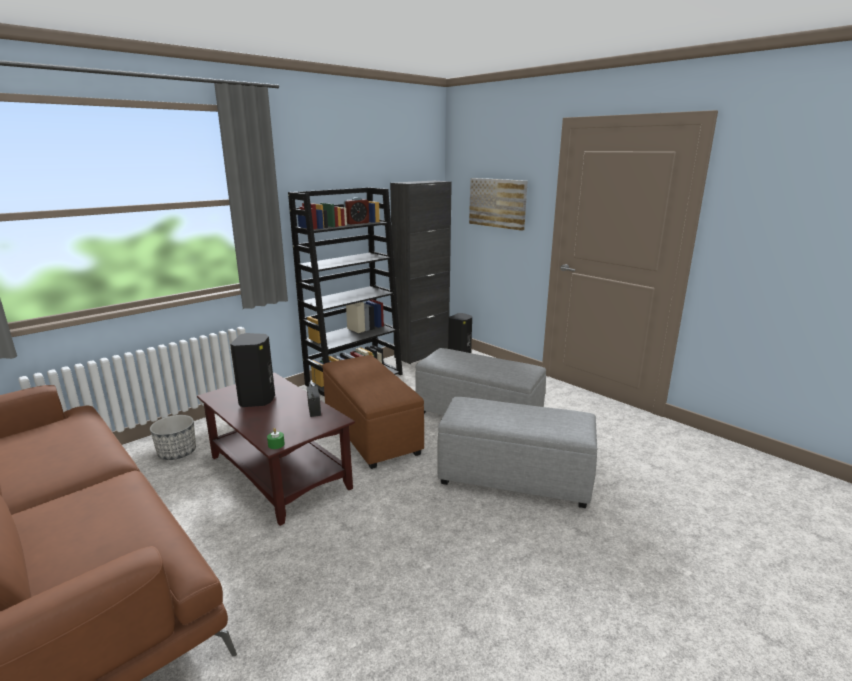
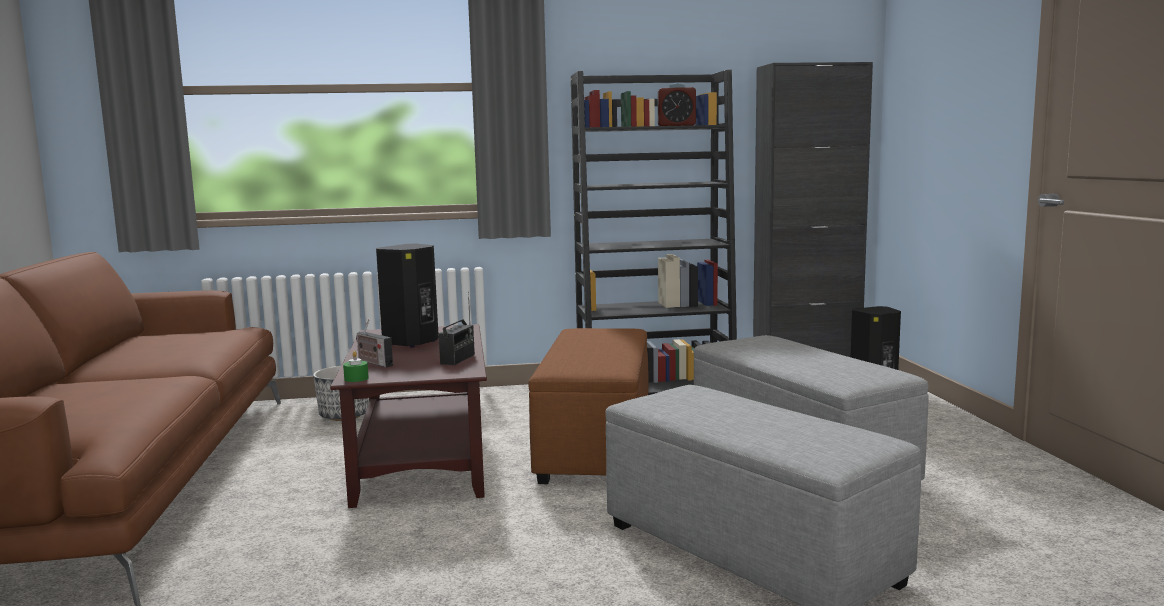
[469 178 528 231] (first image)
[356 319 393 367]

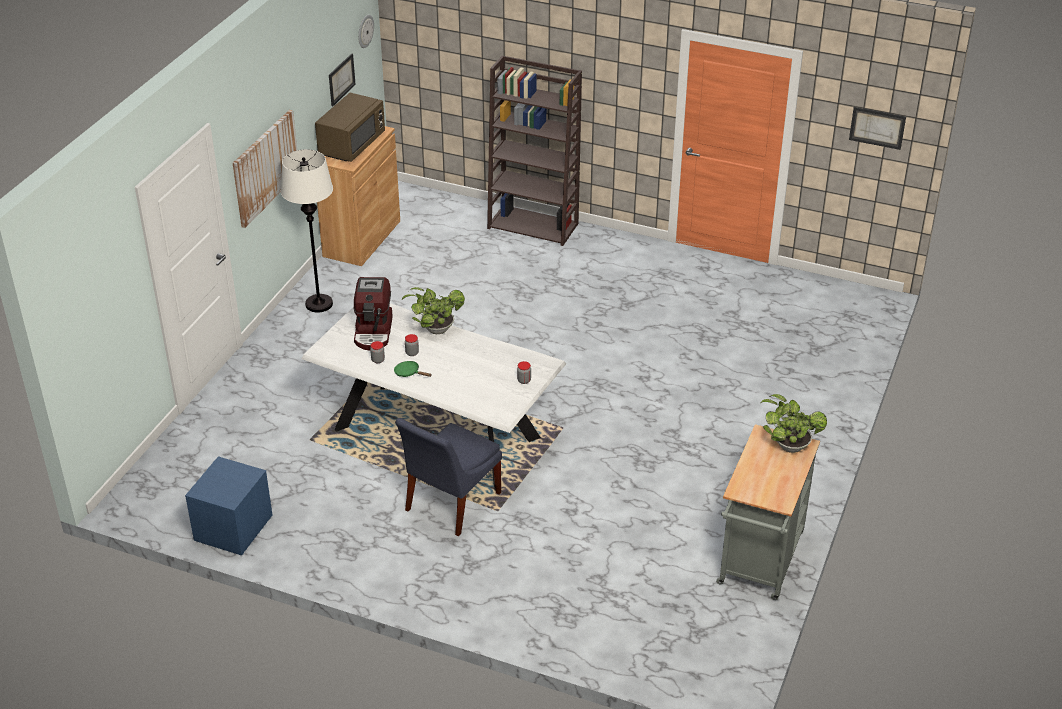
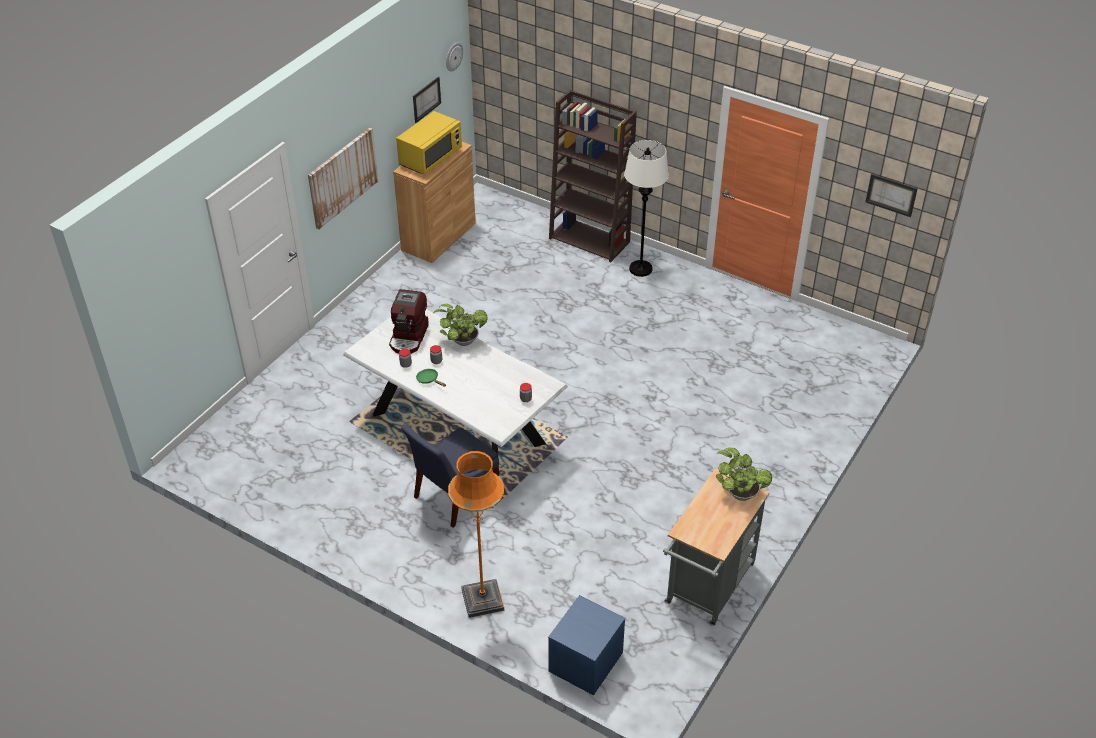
[548 595 625 695]
[624 140 669 277]
[396 111 462 175]
[448 451 504 618]

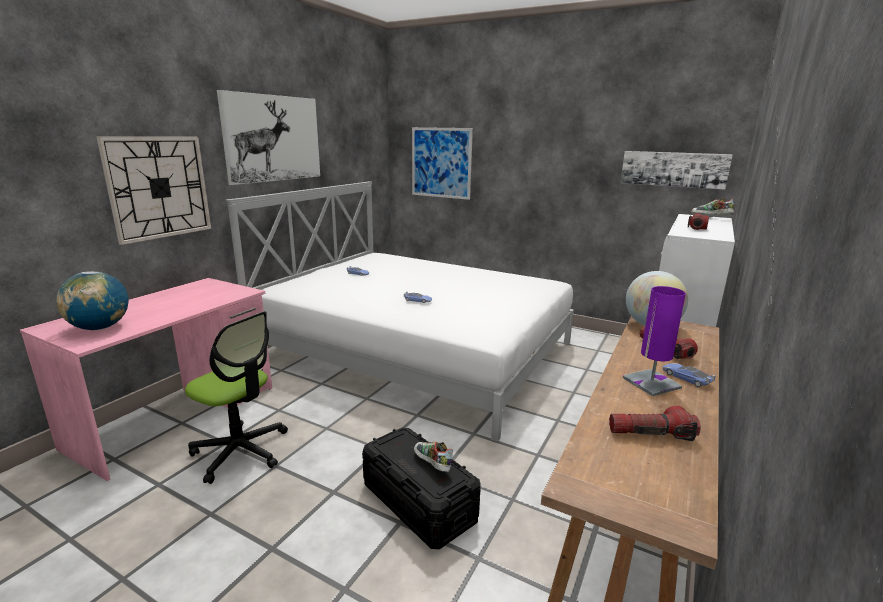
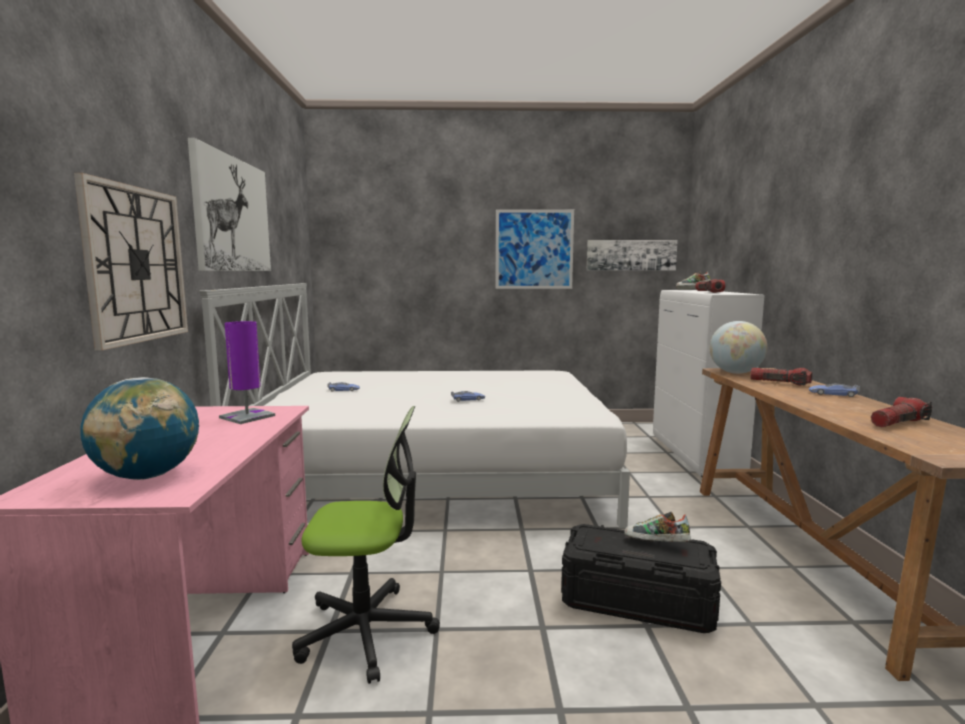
[496 209 574 289]
[219 321 275 424]

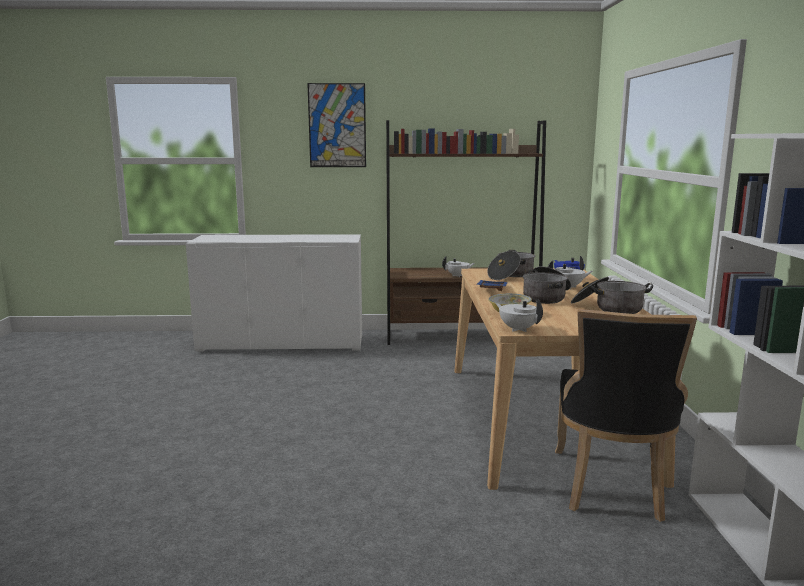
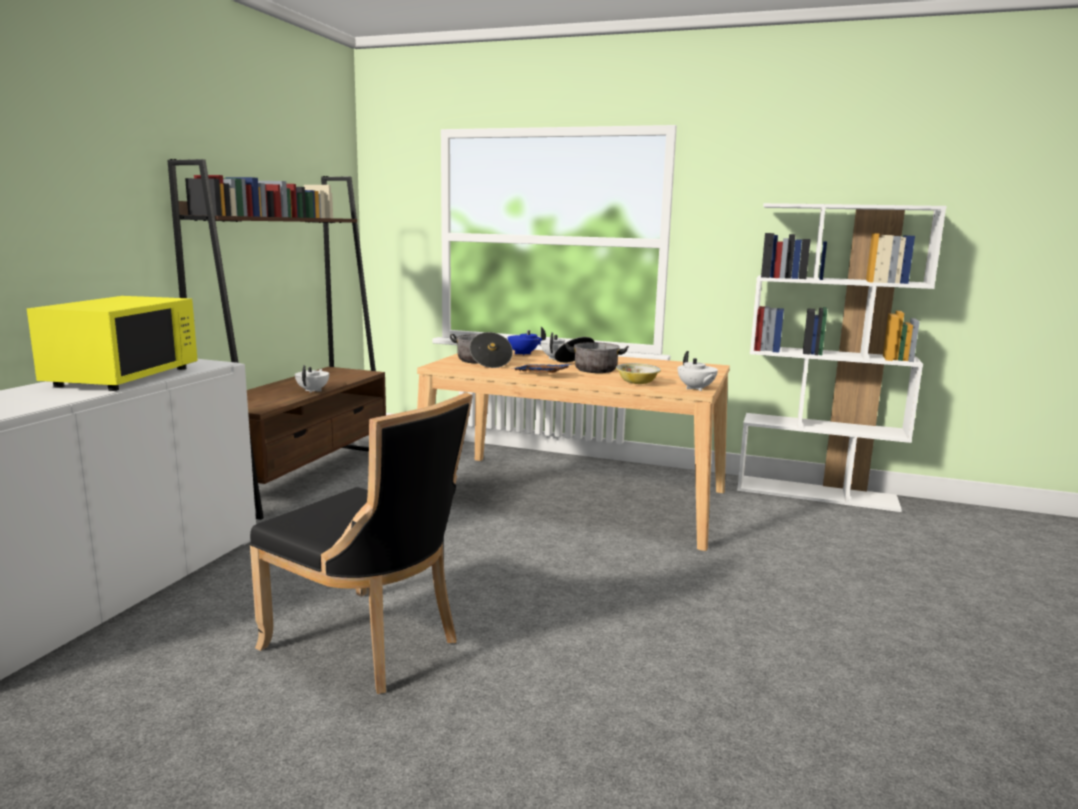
[307 83 366 167] (first image)
[678 351 718 391]
[249 392 473 694]
[571 277 653 314] (first image)
[27 296 198 391]

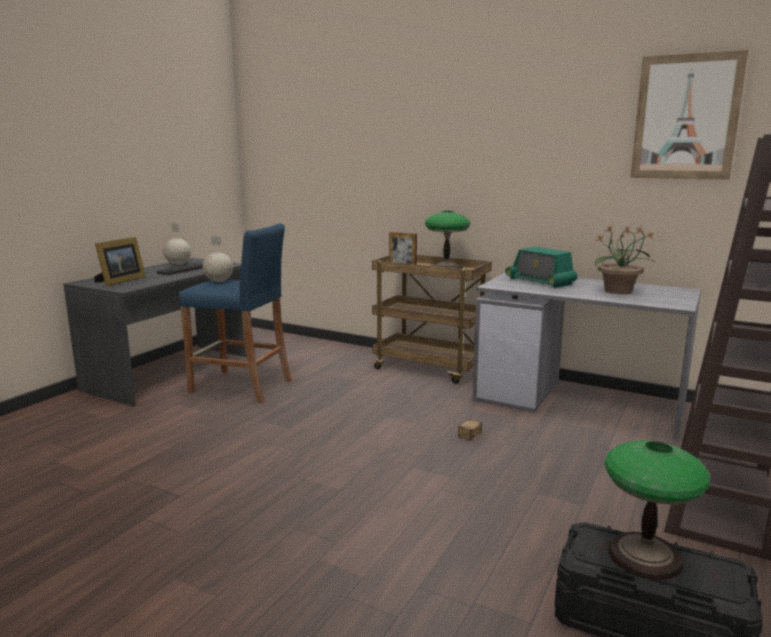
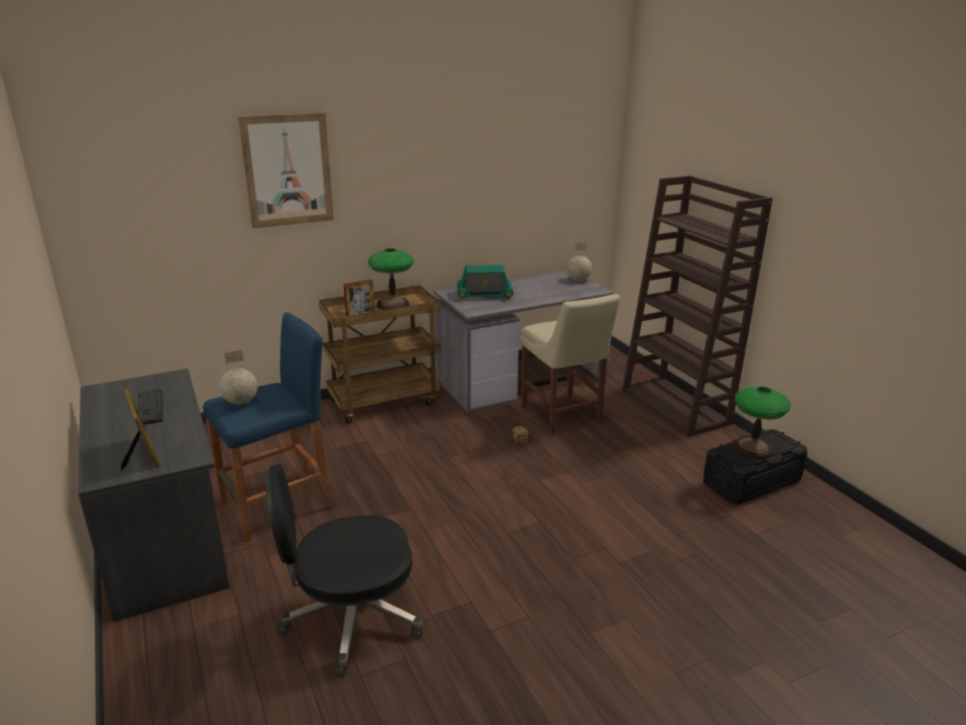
[567 242 592 281]
[595 226 655 294] (first image)
[238 113 334 228]
[265 464 422 676]
[520 294 620 434]

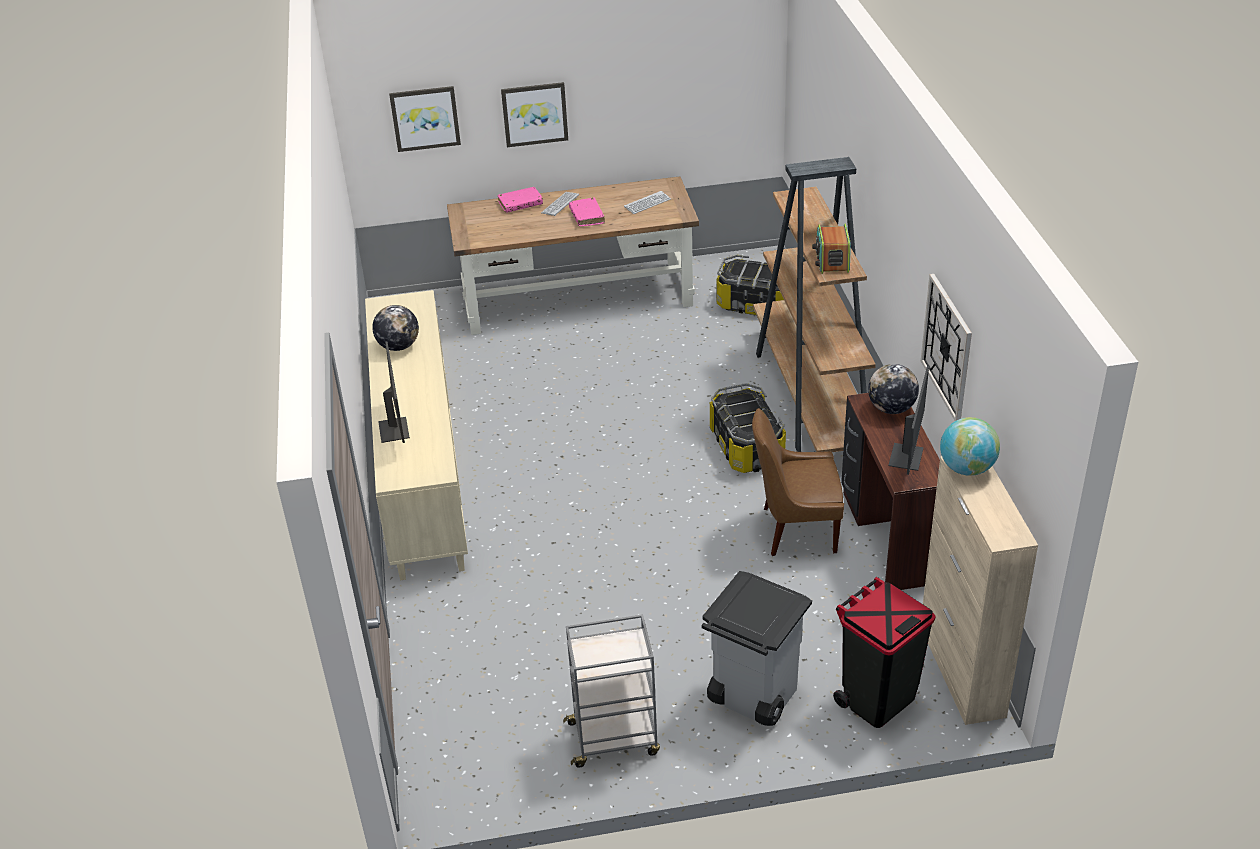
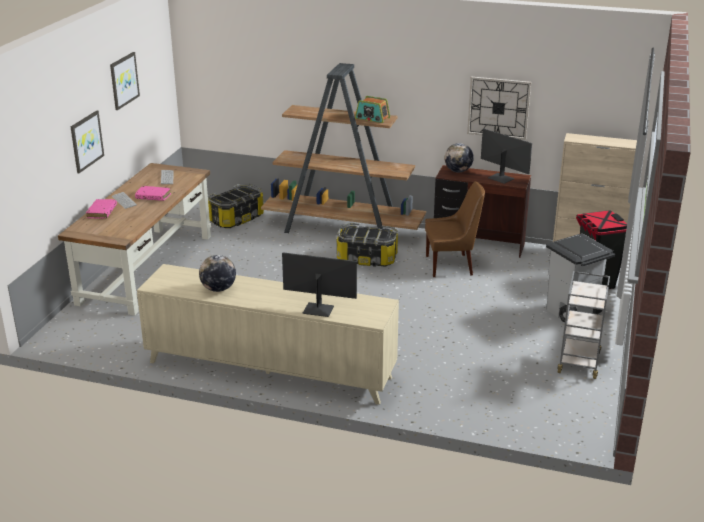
[110 52 140 110]
[425 181 485 277]
[940 417 1000 476] (first image)

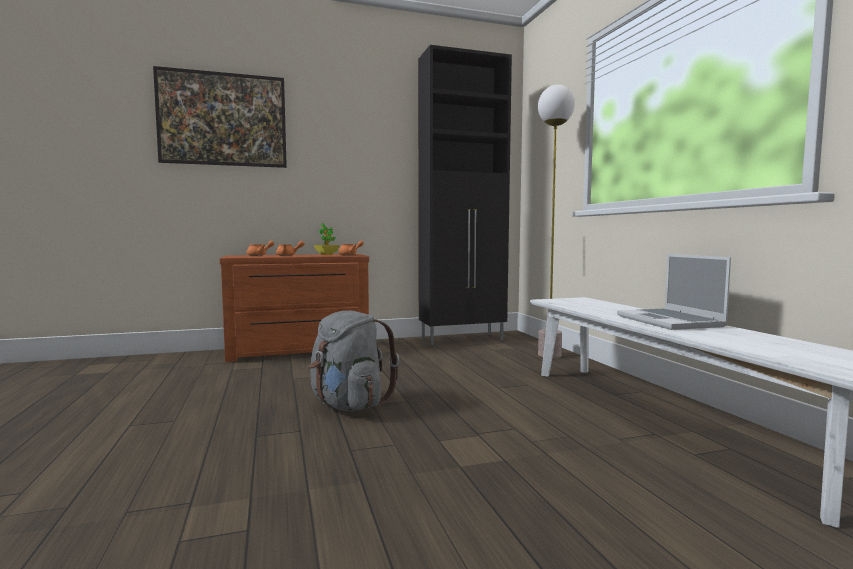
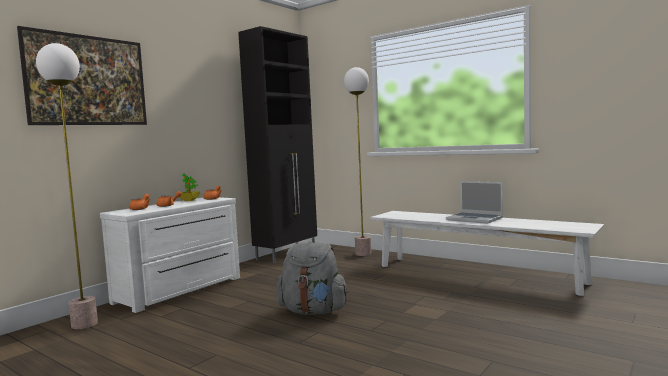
[100 197 240 313]
[36 43 98 329]

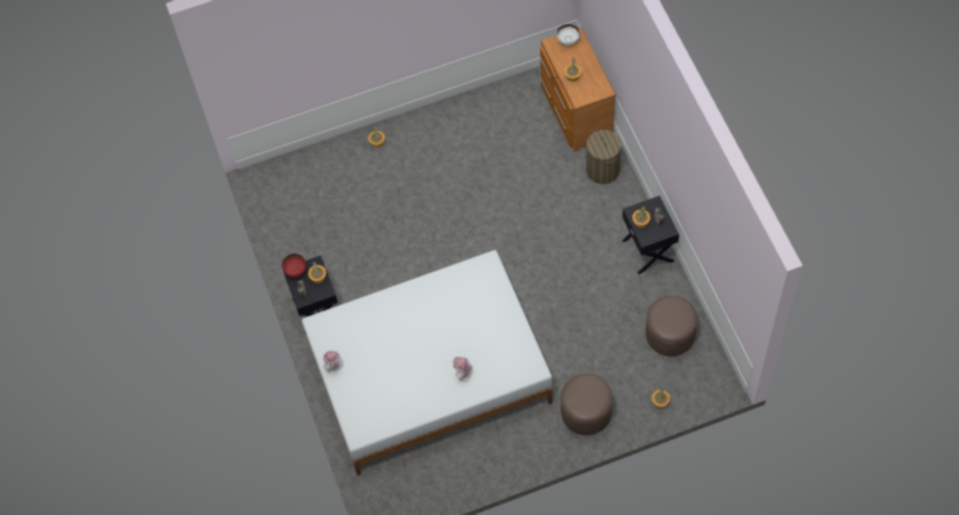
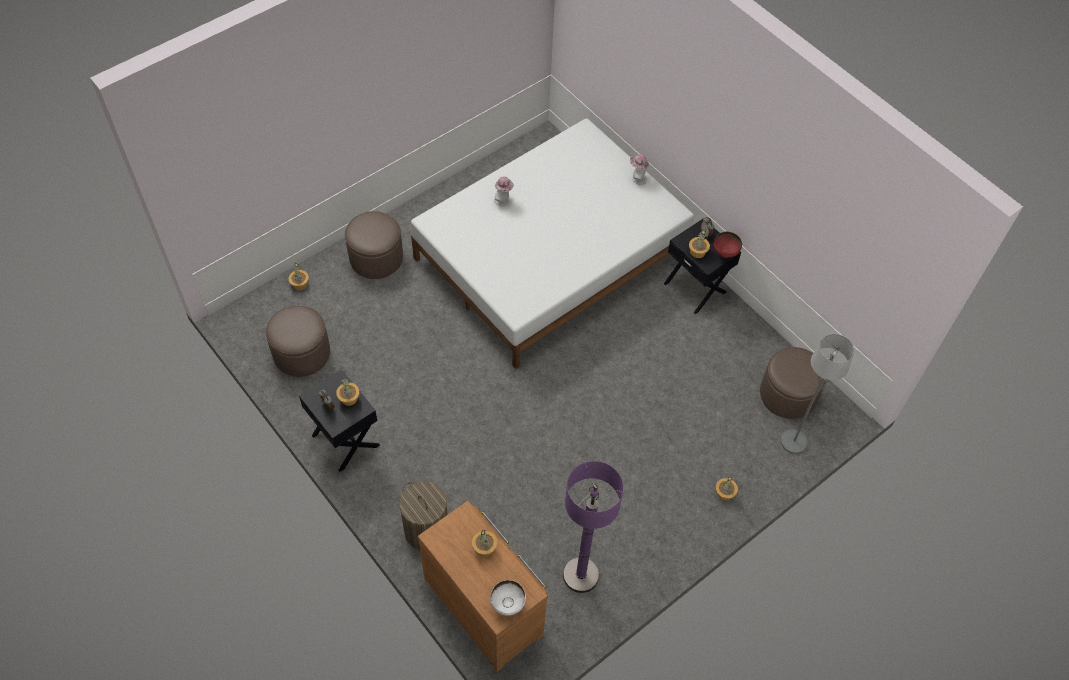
[563 461 623 593]
[760 347 827 419]
[781 334 854 454]

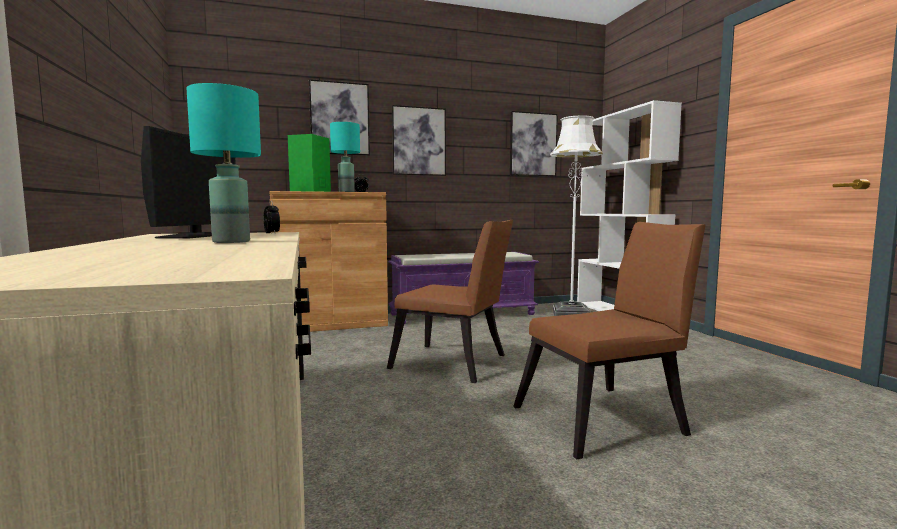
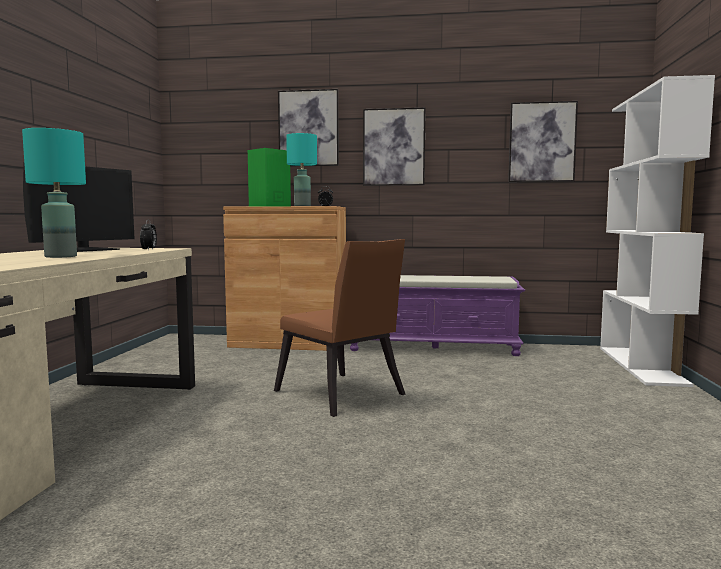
[513 222 706 459] (first image)
[550 115 603 316] (first image)

